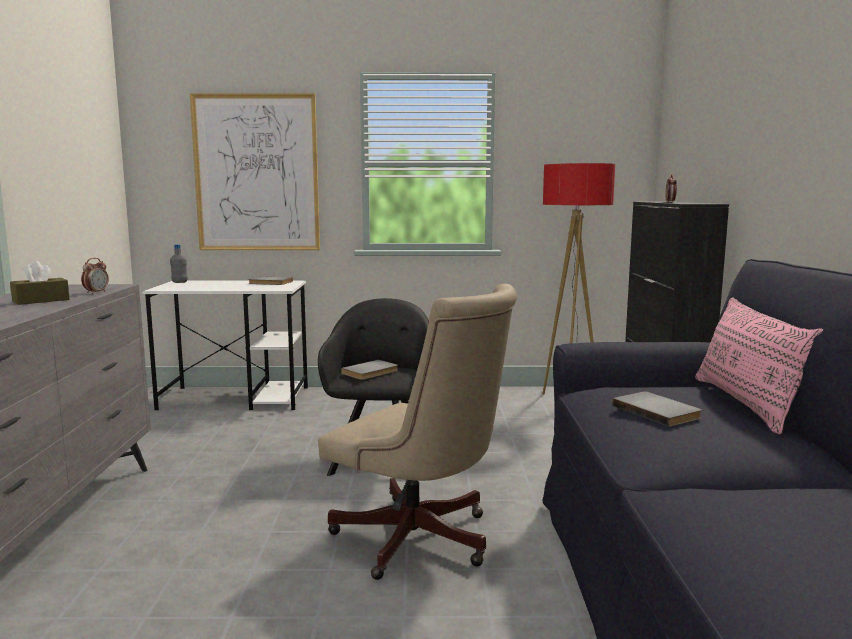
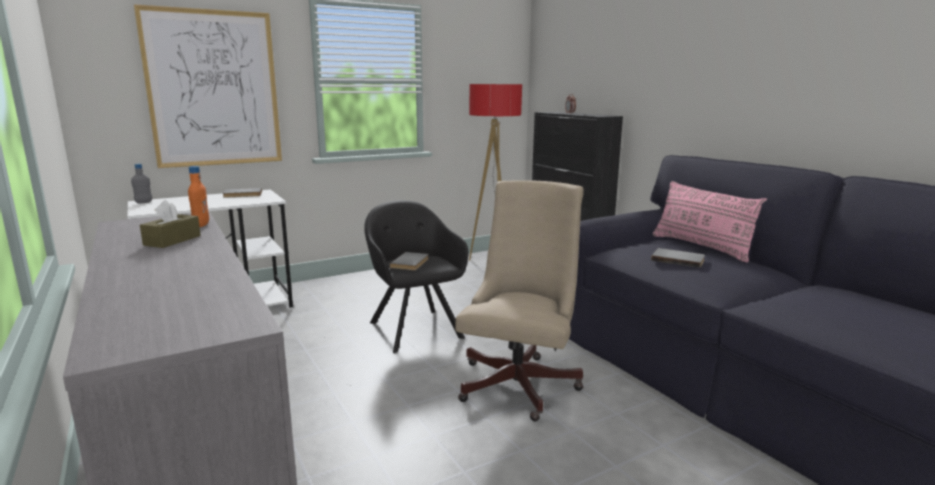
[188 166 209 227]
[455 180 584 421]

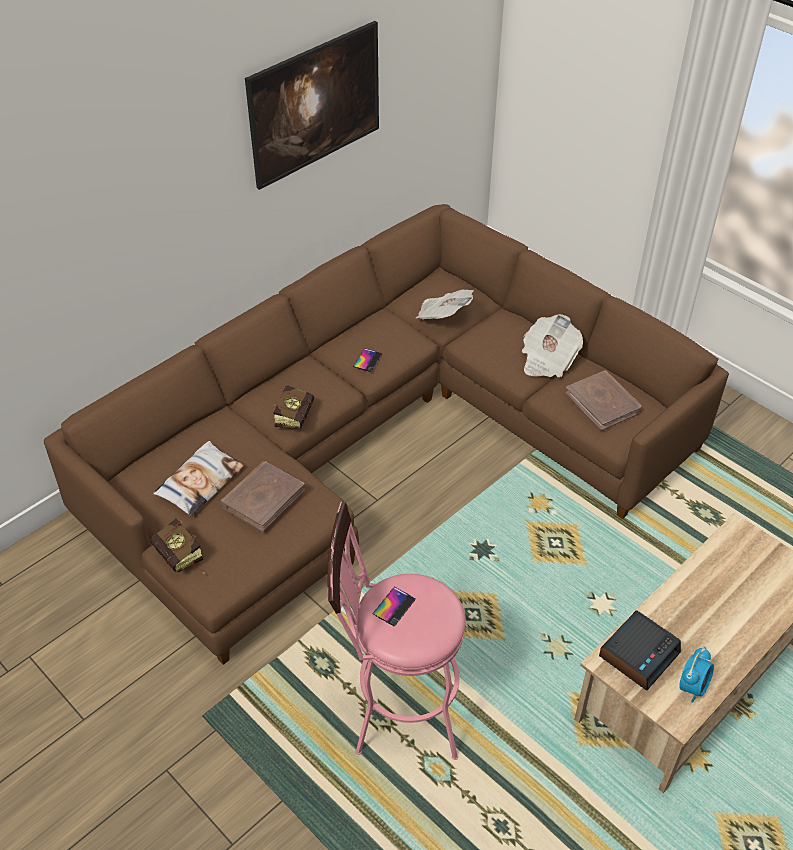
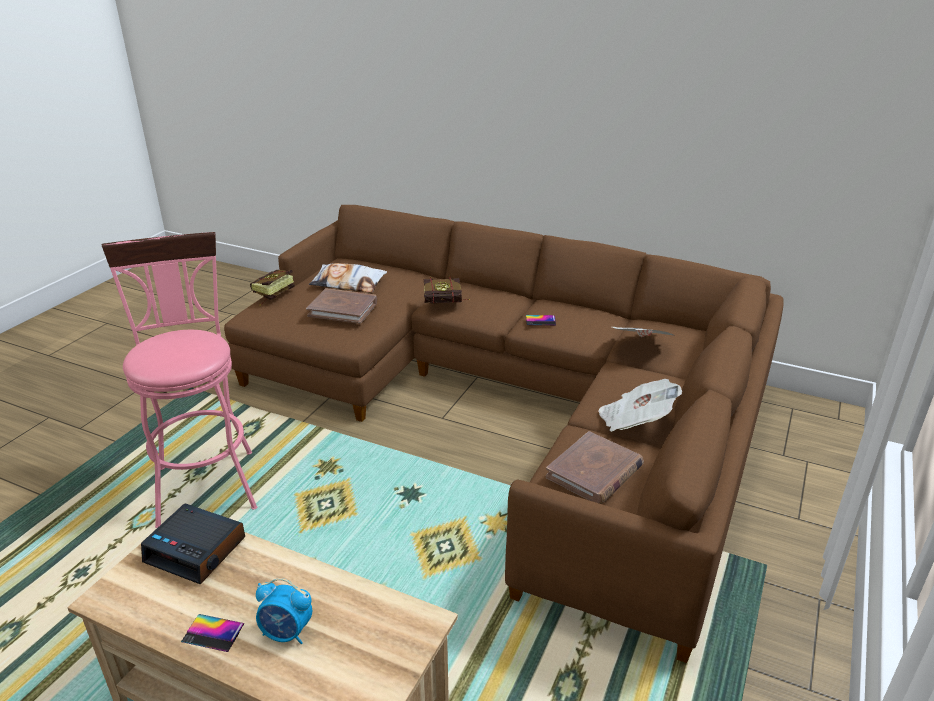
[245 21 379 190] (first image)
[181 614 244 652]
[256 578 312 644]

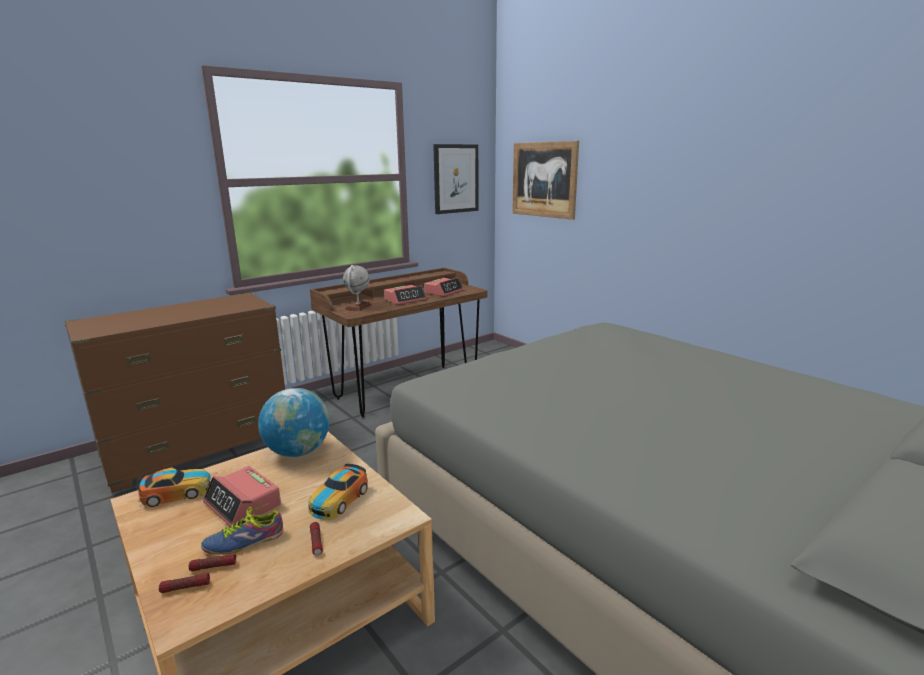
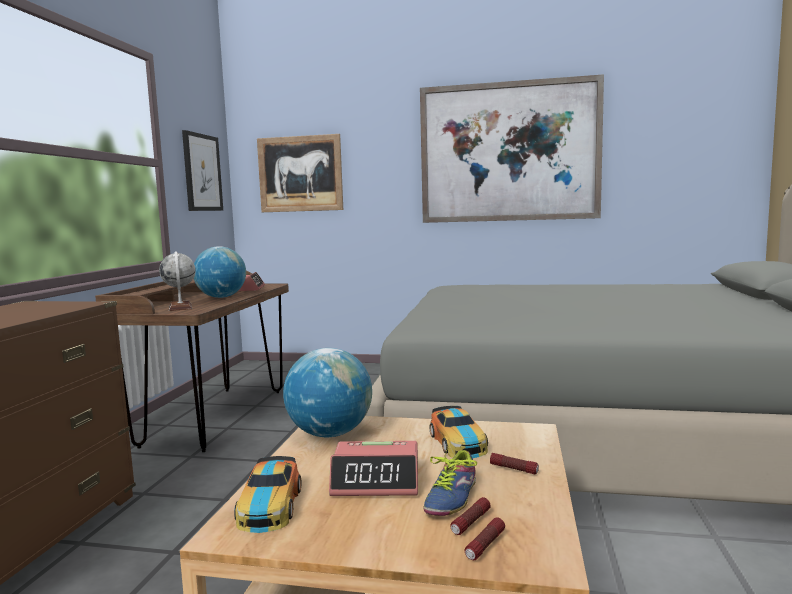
[234 456 301 533]
[194 246 246 298]
[420 74 604 223]

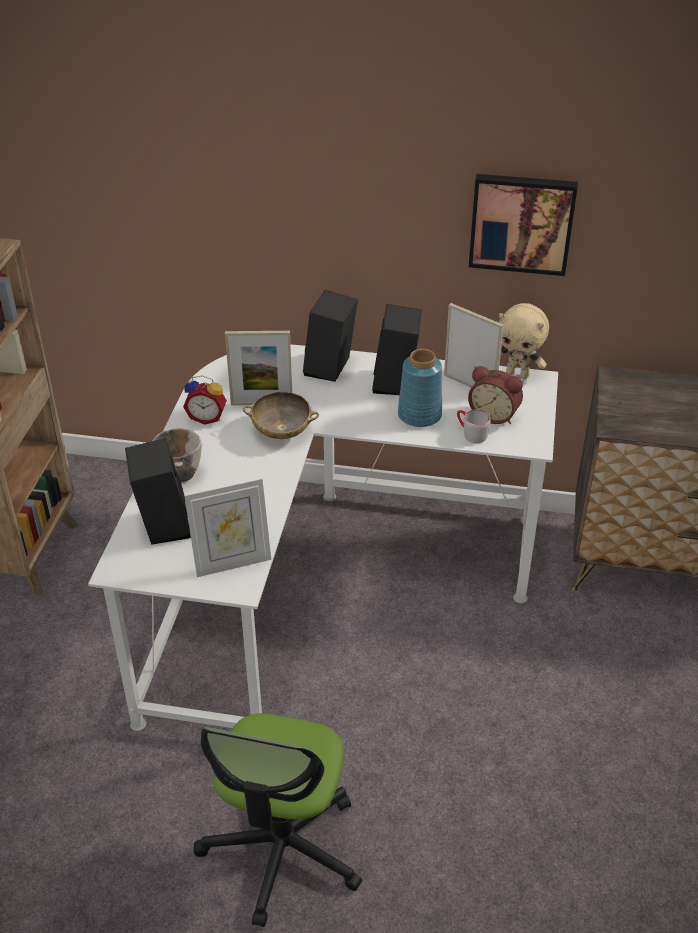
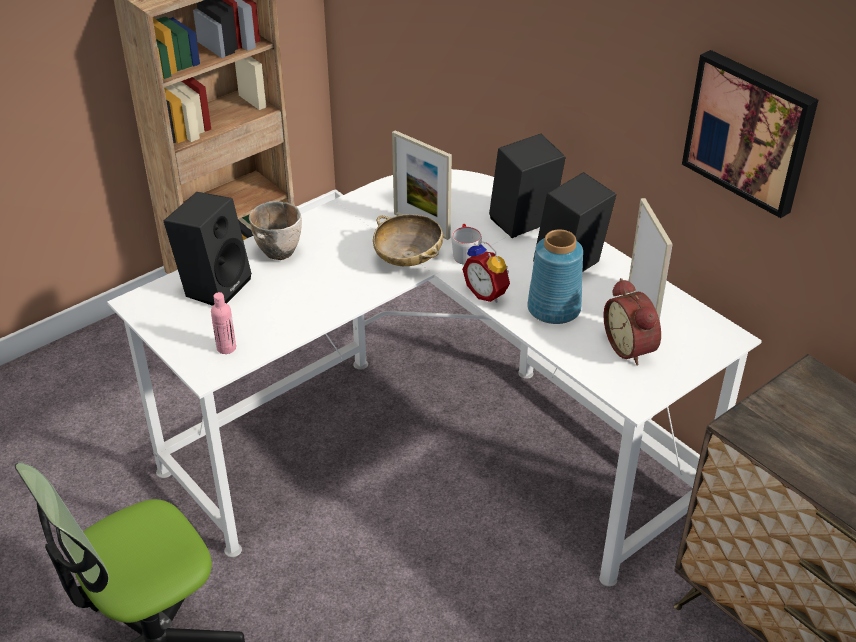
[462 240 510 303]
[211 292 236 354]
[452 224 482 265]
[499 303 549 379] (first image)

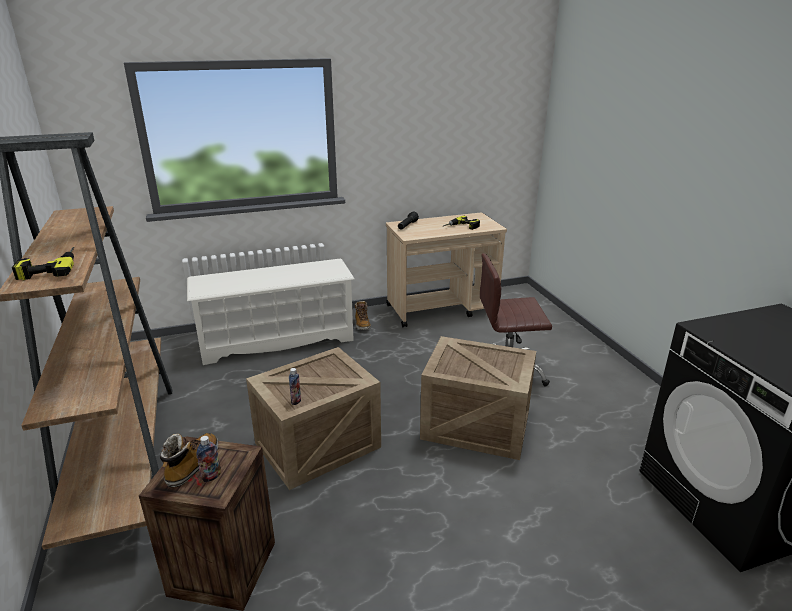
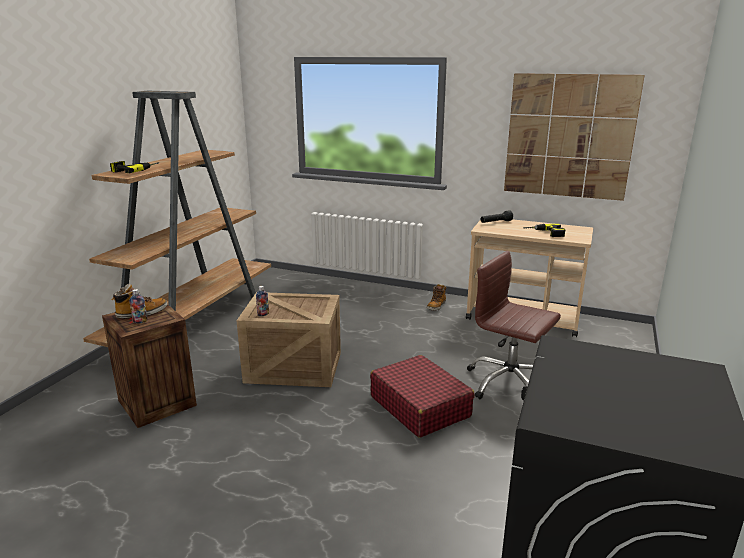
[187 259 355 365] (first image)
[370 355 475 438]
[504 73 645 201]

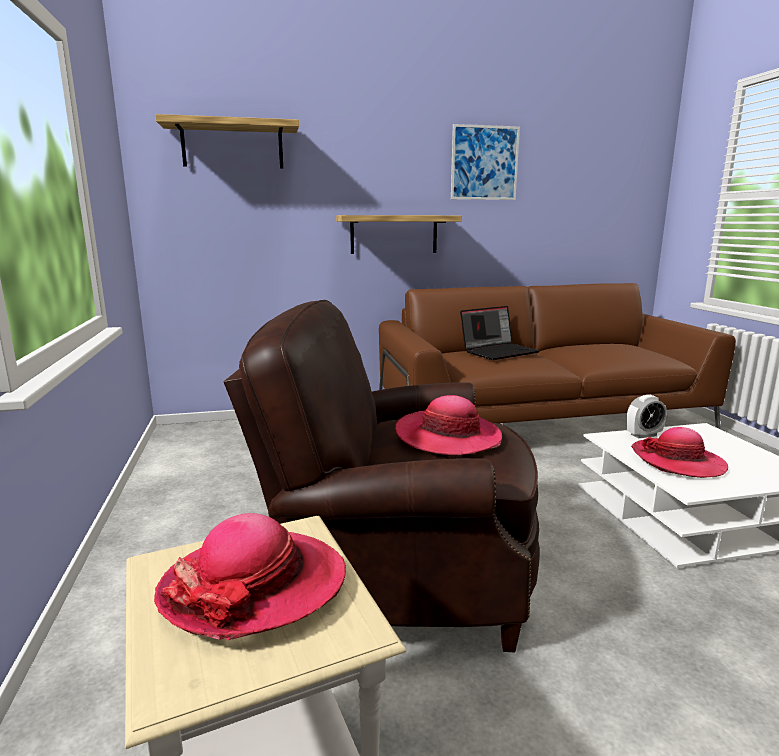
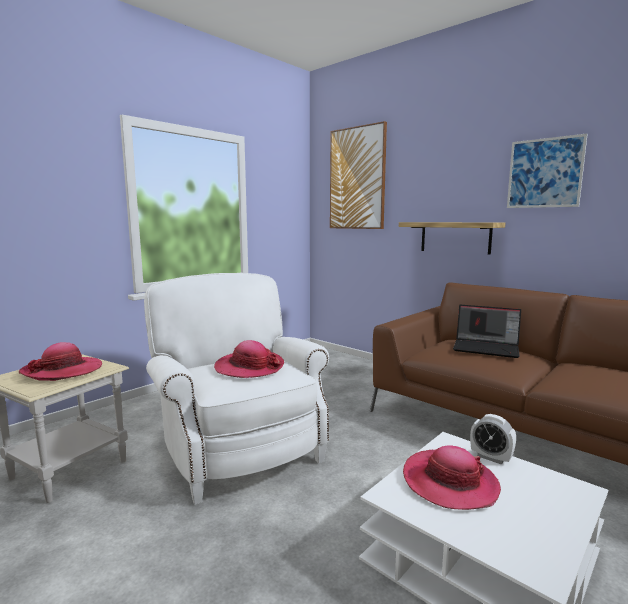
[330 121 387 229]
[144 273 329 505]

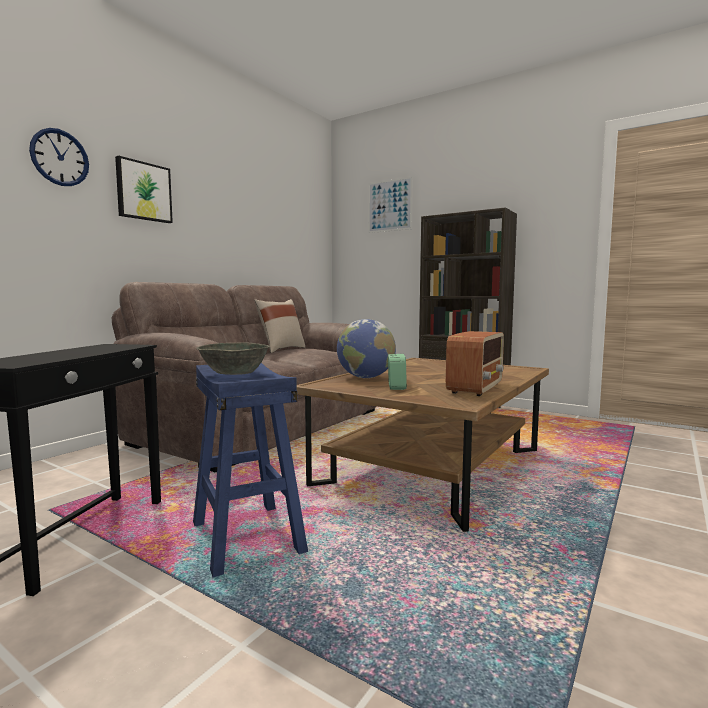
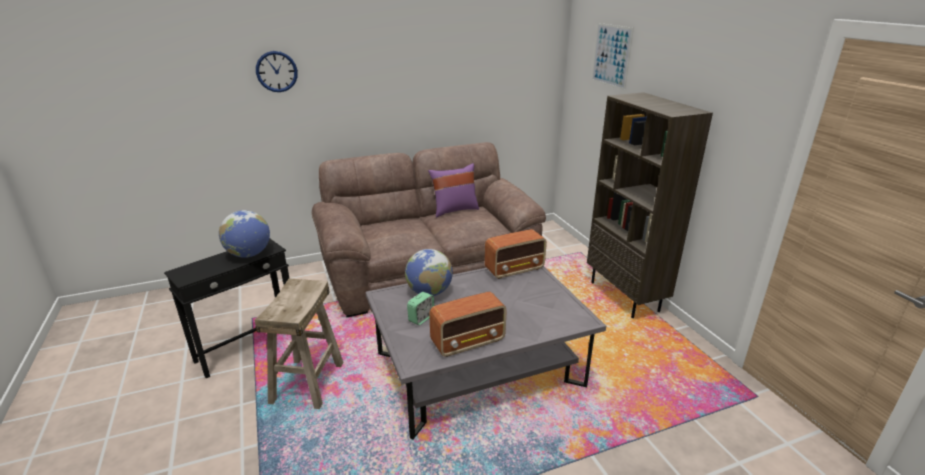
[115 156 173 223] (first image)
[254 278 344 409]
[196 342 270 375] (first image)
[428 163 479 218]
[365 266 606 439]
[219 210 270 258]
[485 229 547 279]

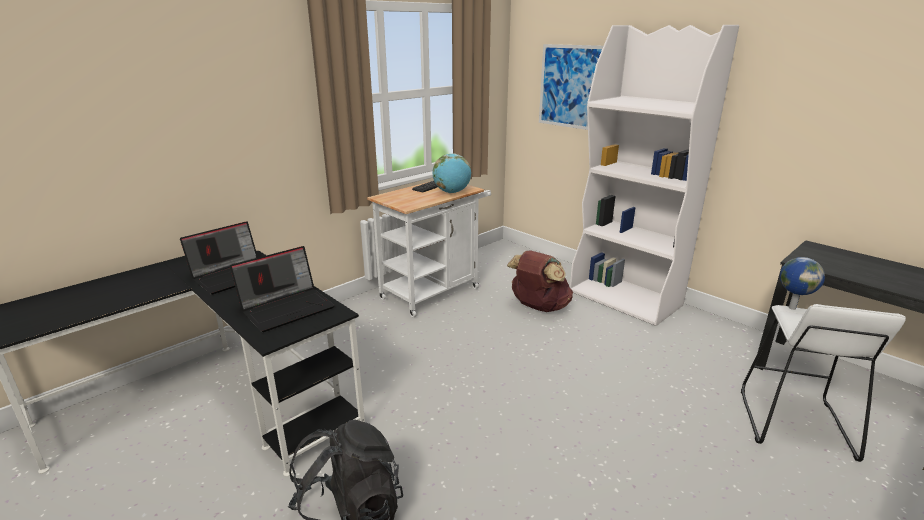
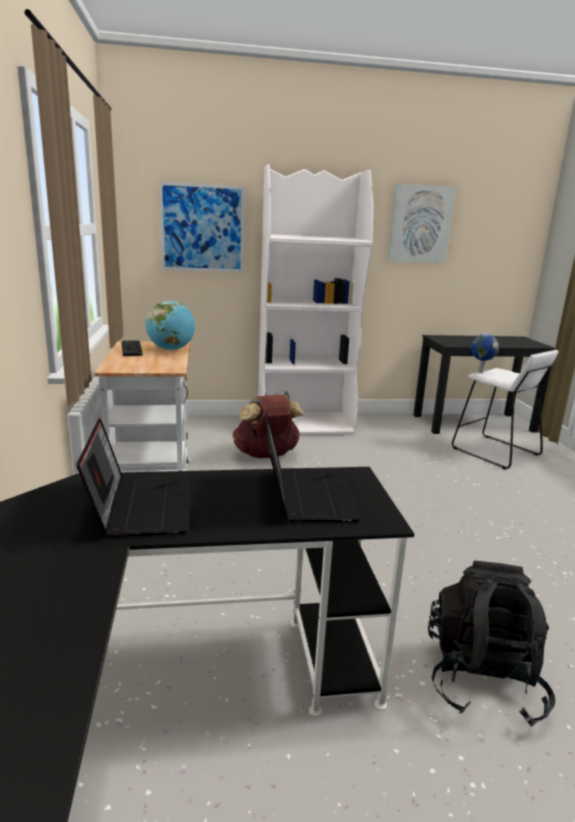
[388 184 456 263]

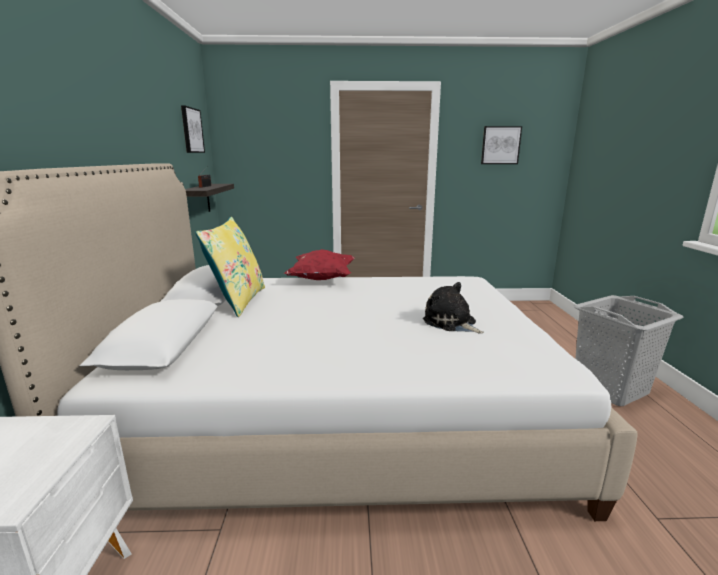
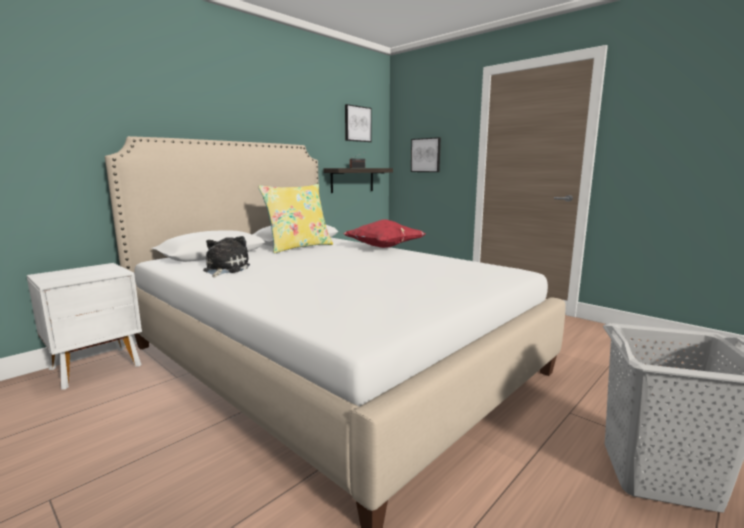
[203 236 250 277]
[411 137 441 172]

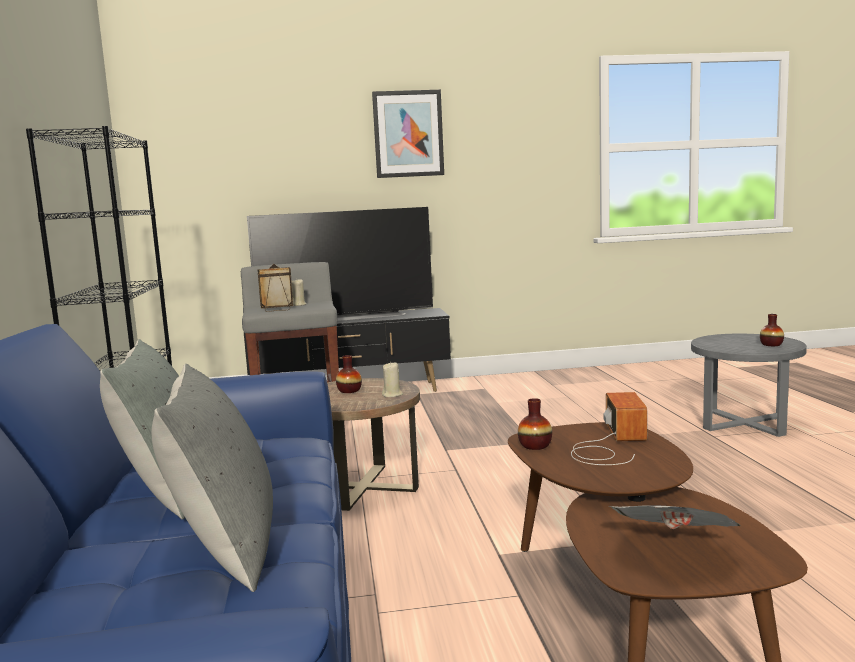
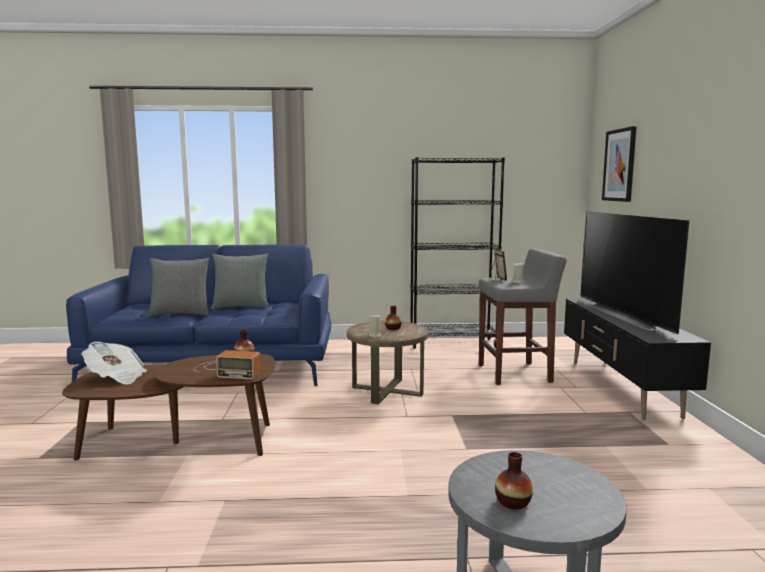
[602 126 637 202]

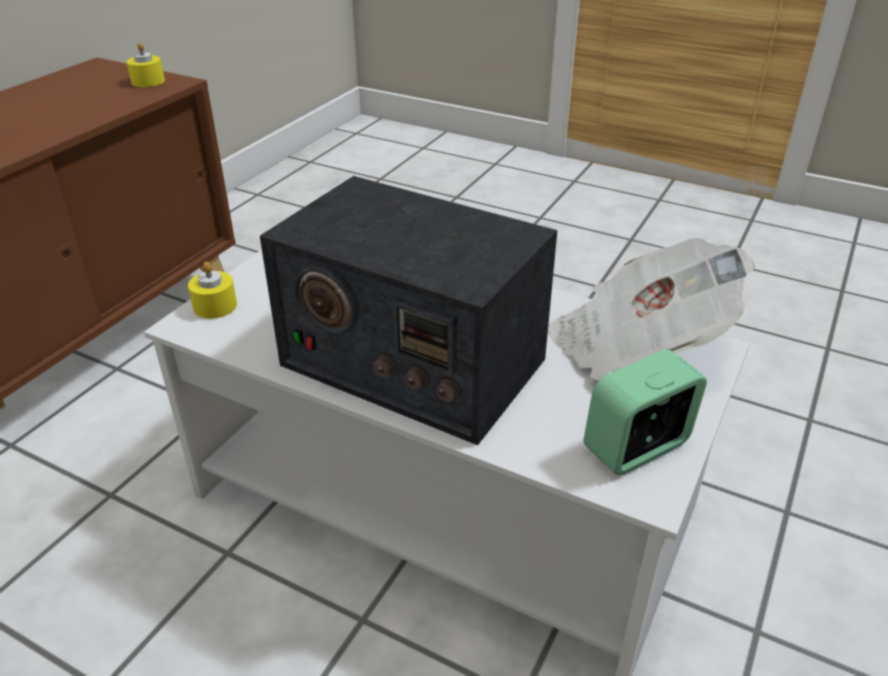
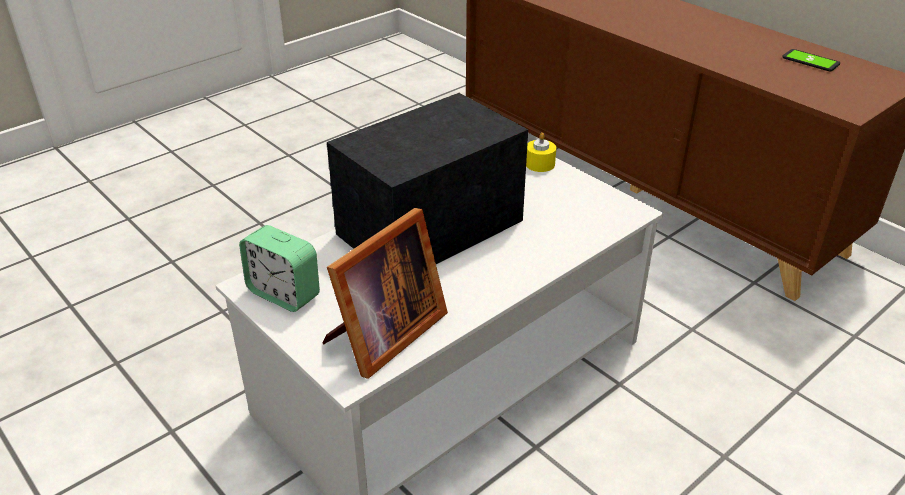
[126 42 165 87] (first image)
[323 208 448 379]
[239 225 320 312]
[782 49 840 71]

